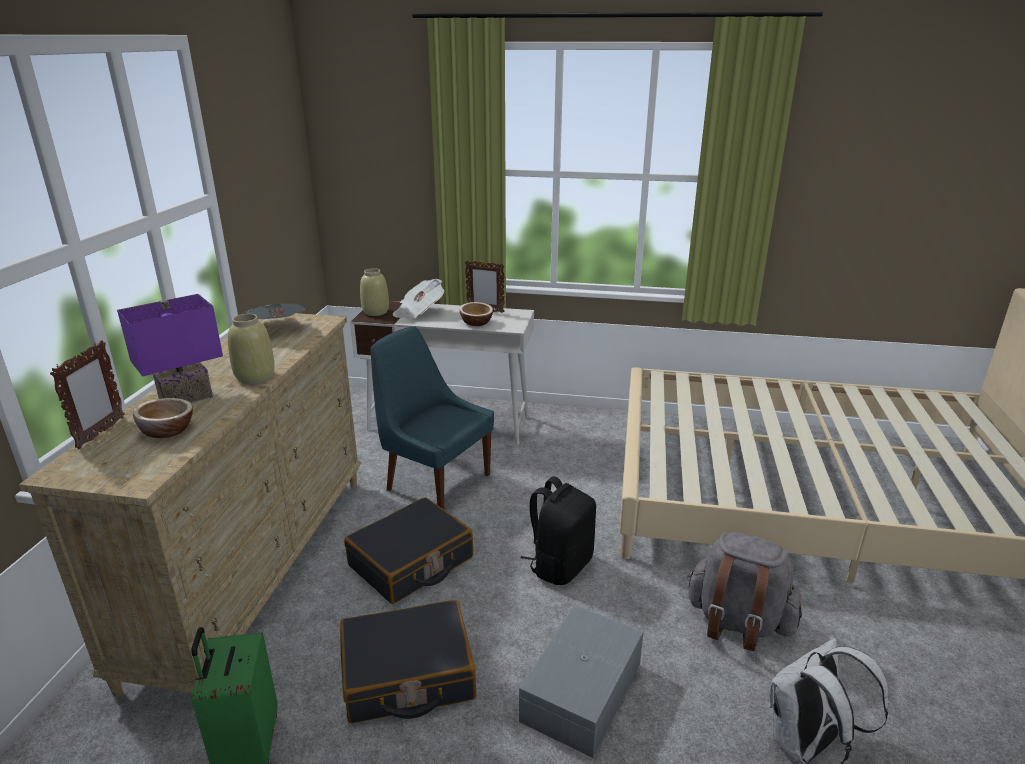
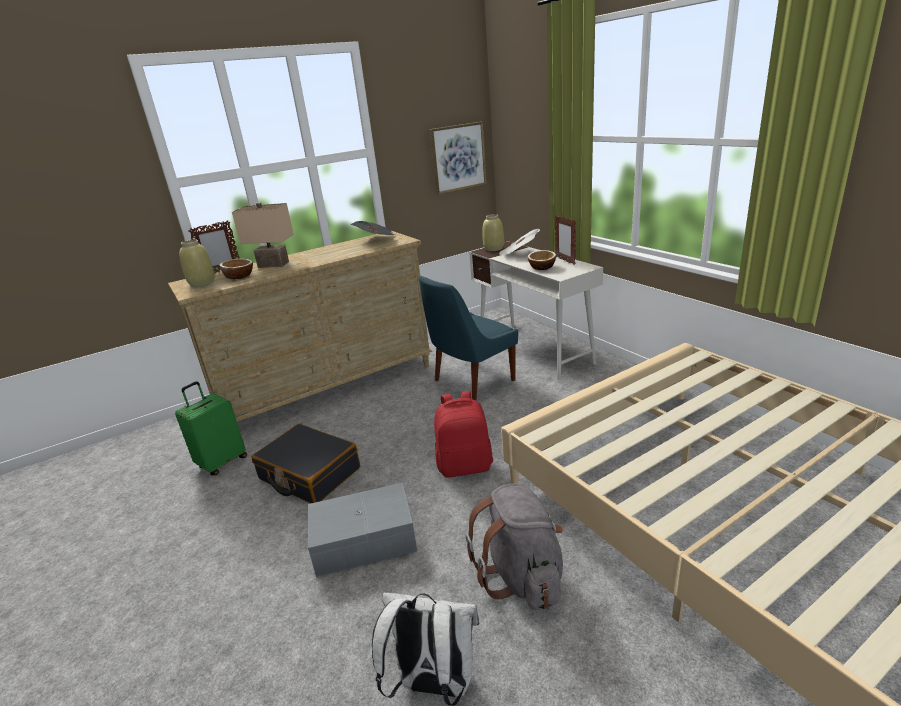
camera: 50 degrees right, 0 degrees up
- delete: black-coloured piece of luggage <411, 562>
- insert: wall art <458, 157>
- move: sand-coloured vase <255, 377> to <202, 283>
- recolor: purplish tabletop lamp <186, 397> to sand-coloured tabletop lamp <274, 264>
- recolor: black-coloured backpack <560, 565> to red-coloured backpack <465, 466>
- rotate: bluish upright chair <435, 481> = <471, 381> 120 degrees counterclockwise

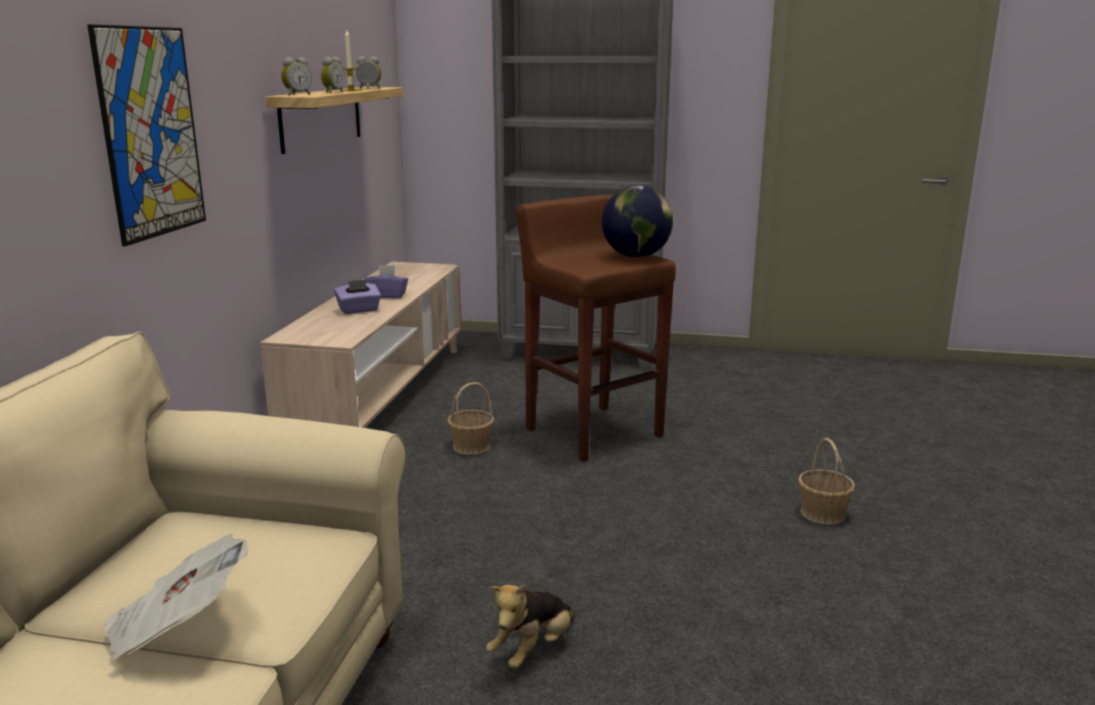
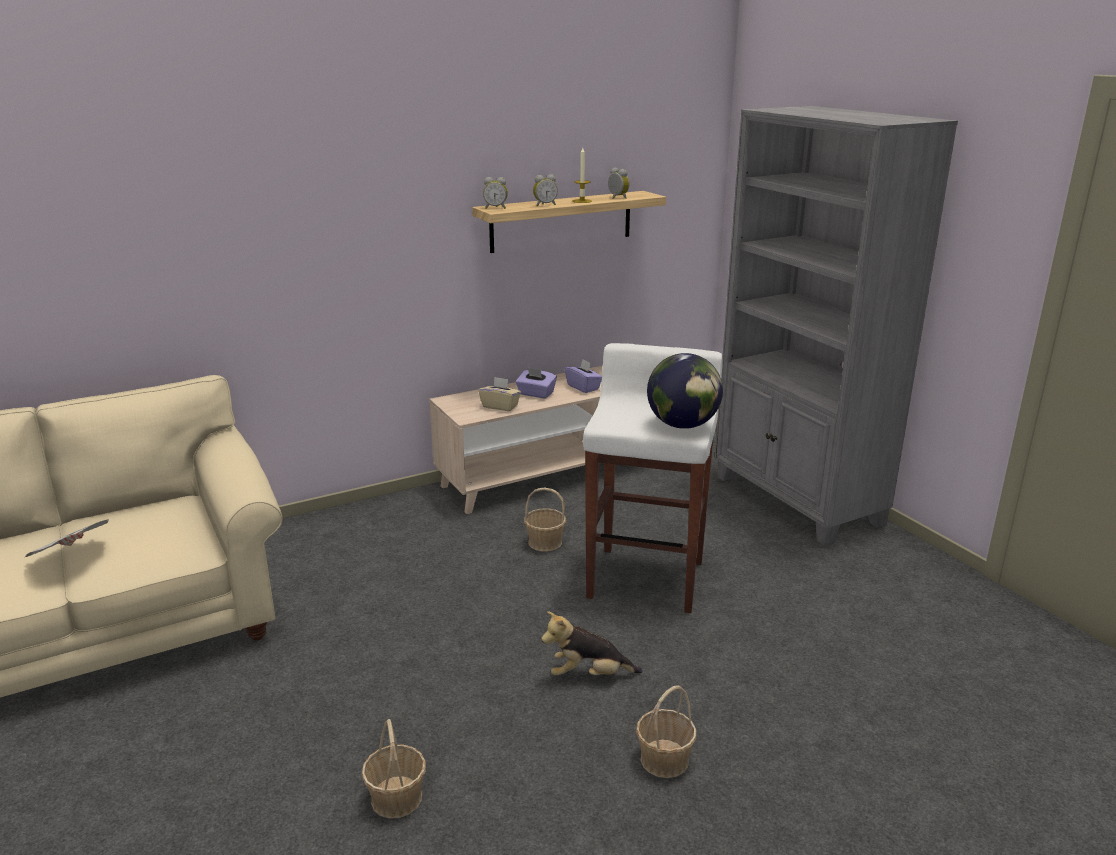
camera: 50 degrees right, 5 degrees up
- delete: wall art <151, 133>
- insert: household basket <397, 798>
- insert: sand-coloured box of tissues <500, 406>
- move: soft toy <533, 649> to <588, 675>
- recolor: brown-coloured sitting stool <592, 432> to white-coloured sitting stool <646, 578>

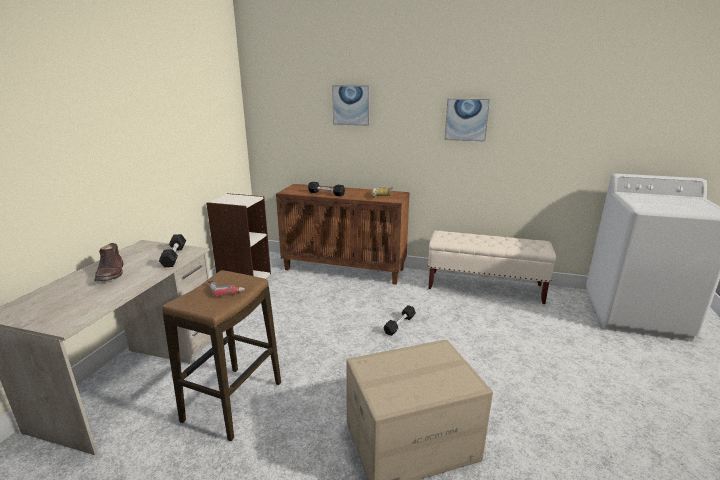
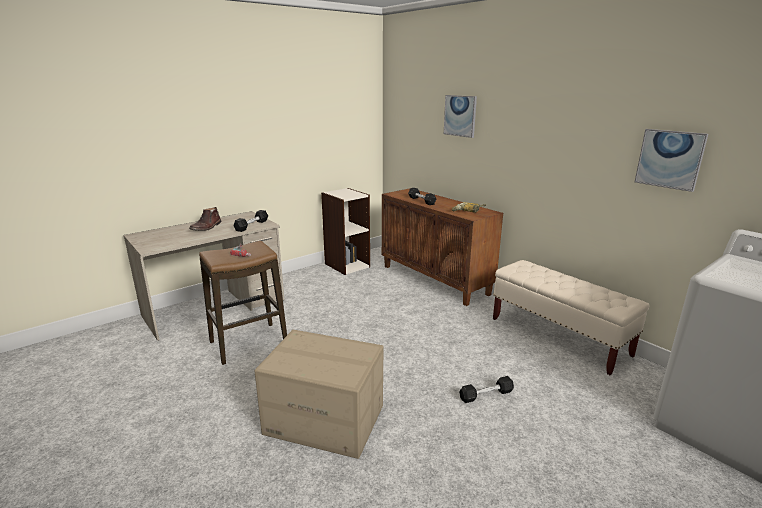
camera: 35 degrees right, 0 degrees up
- move: black-coloured hand weight <399, 325> to <486, 395>
- move: wall art <466, 119> to <669, 159>

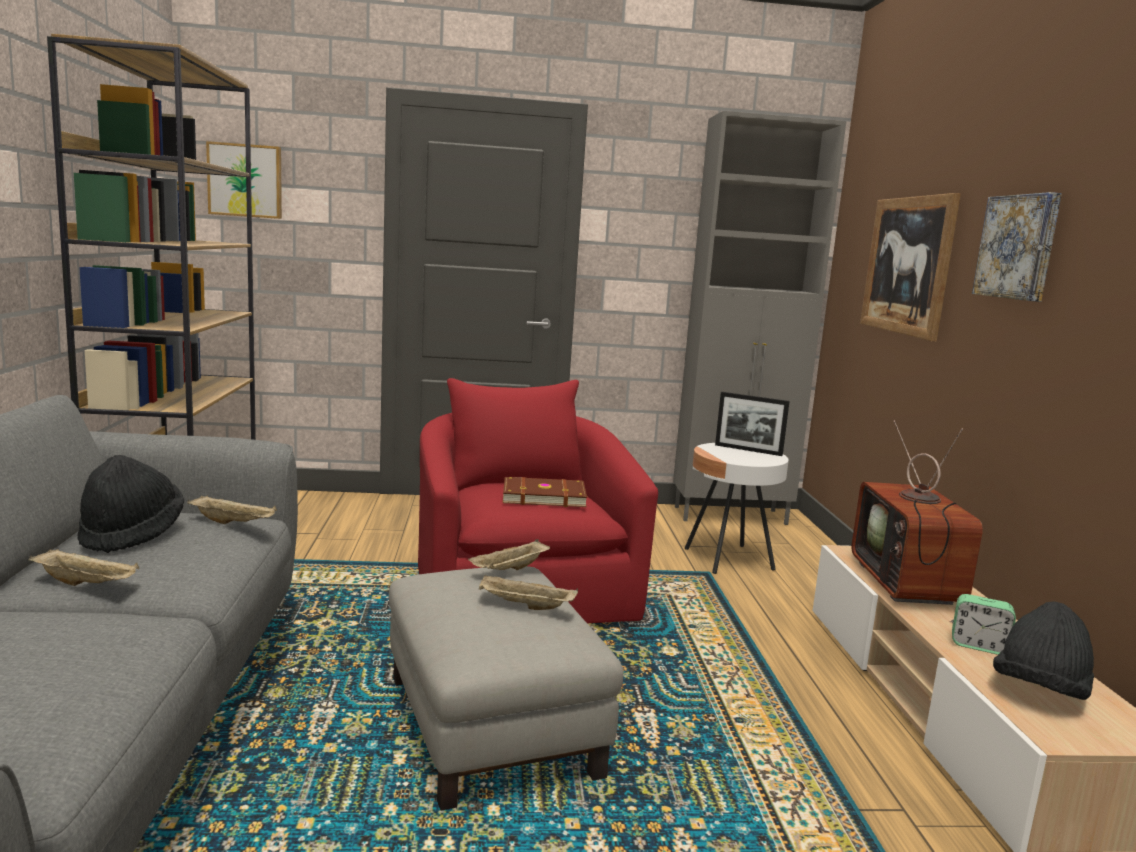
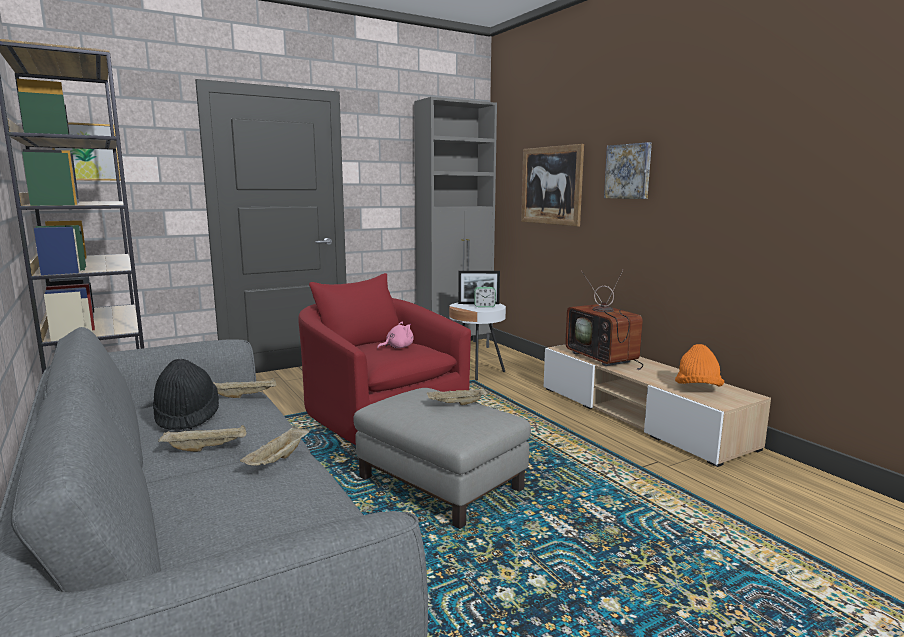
camera: 25 degrees left, 0 degrees up
- move: sand-coloured serving tray <509, 570> to <278, 460>
- move: table clock <978, 646> to <484, 306>
- replace: brown-coloured volume <543, 496> to pink-coloured soft toy <397, 347>
- recolor: black-coloured wearable hat <1039, 691> to orange wearable hat <697, 388>

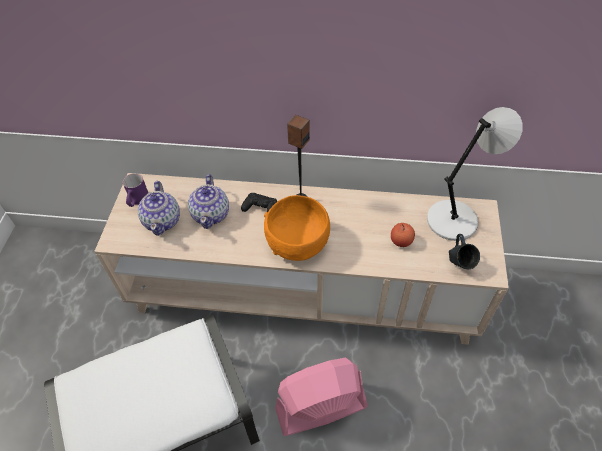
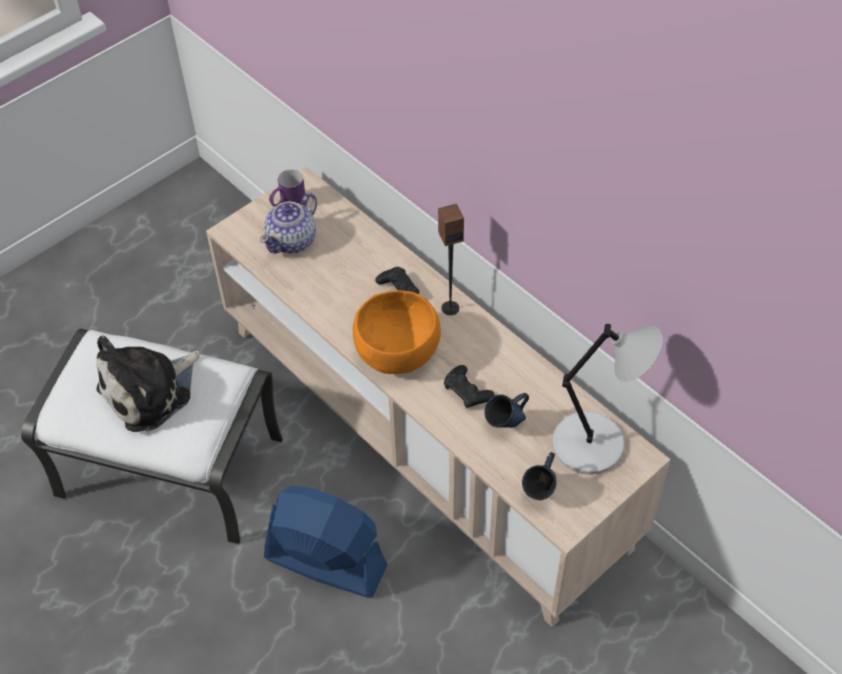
camera: 40 degrees right, 0 degrees up
- delete: pot for tea <211, 214>
- insert: soft toy <150, 391>
- insert: black-coloured gamepad <467, 391>
- replace: apple fruit <401, 241> to bluish coffee mug <506, 425>
- recolor: pink-coloured cooling fan <320, 408> to bluish cooling fan <325, 562>

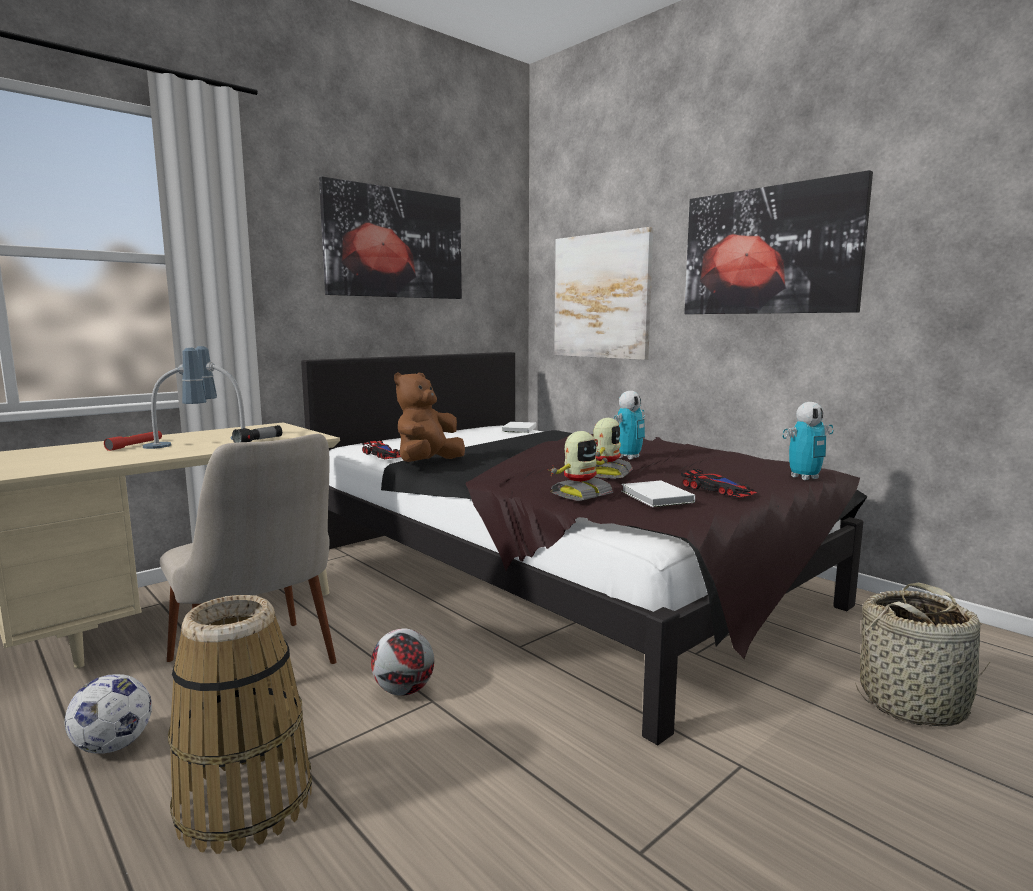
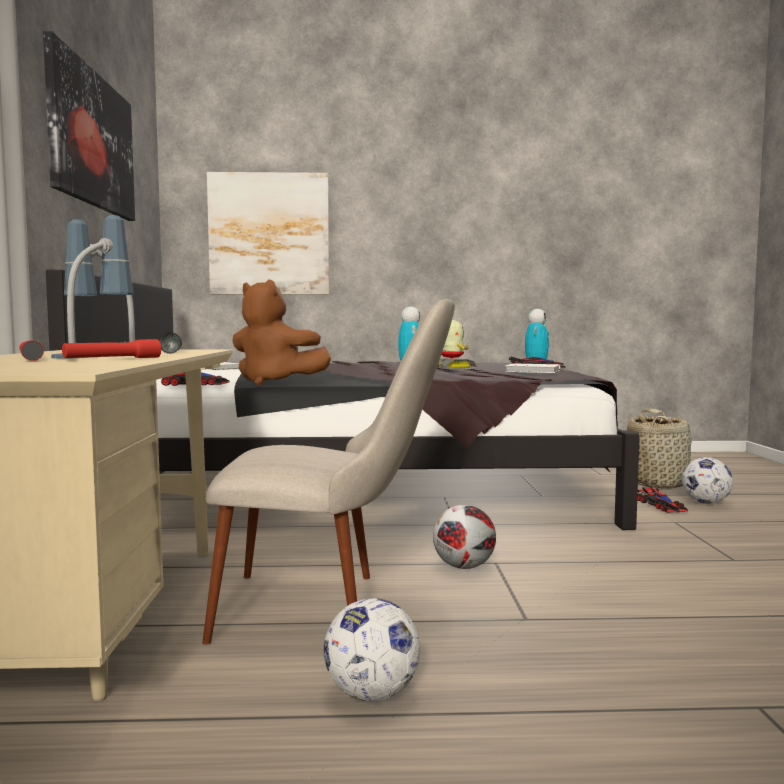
camera: 50 degrees left, 5 degrees down
- delete: household basket <244, 802>
- delete: model robot <580, 494>
- delete: wall art <769, 251>
- insert: red-coloured torch <113, 359>
- insert: miniature car <661, 506>
- insert: ball for football <705, 502>
- rotate: brown-coloured soft toy <427, 463> = <275, 383> 45 degrees counterclockwise

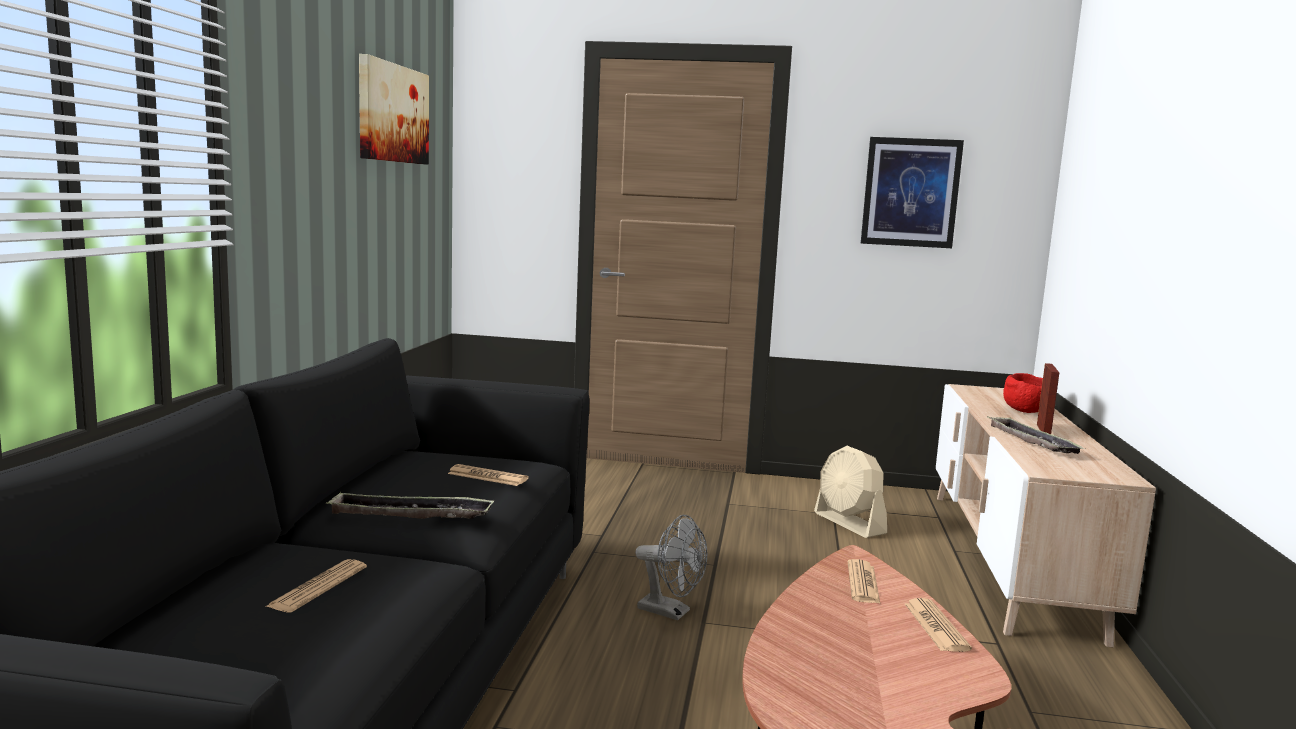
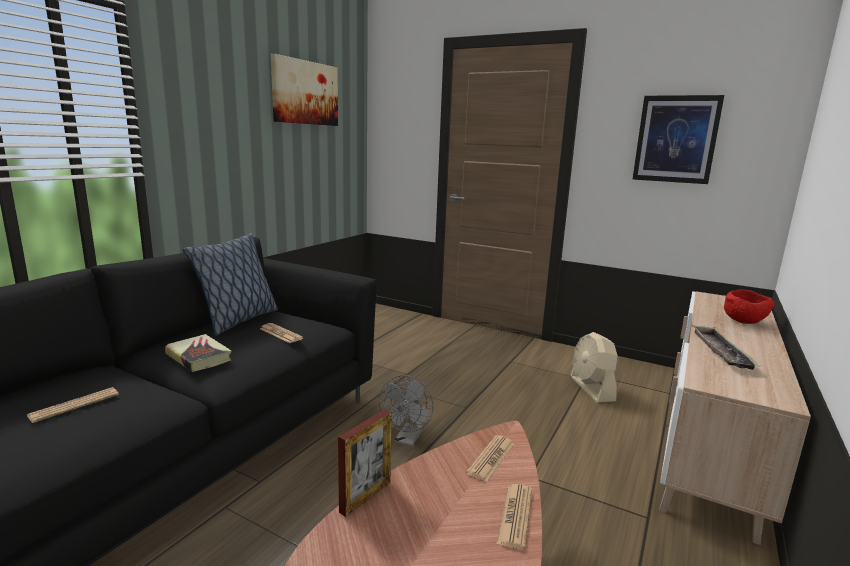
camera: 20 degrees right, 5 degrees up
- insert: cushion <238, 321>
- move: standing frame <1043, 430> to <365, 496>
- replace: serving tray <411, 515> to volume <199, 357>
- rotate: grey cooling fan <671, 612> = <407, 440> 60 degrees clockwise

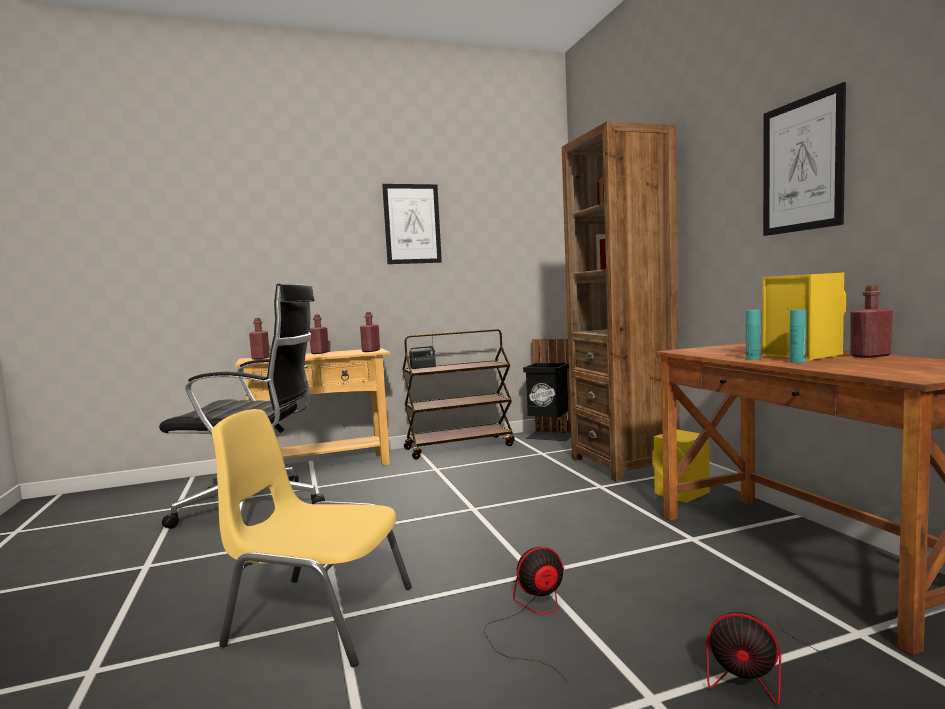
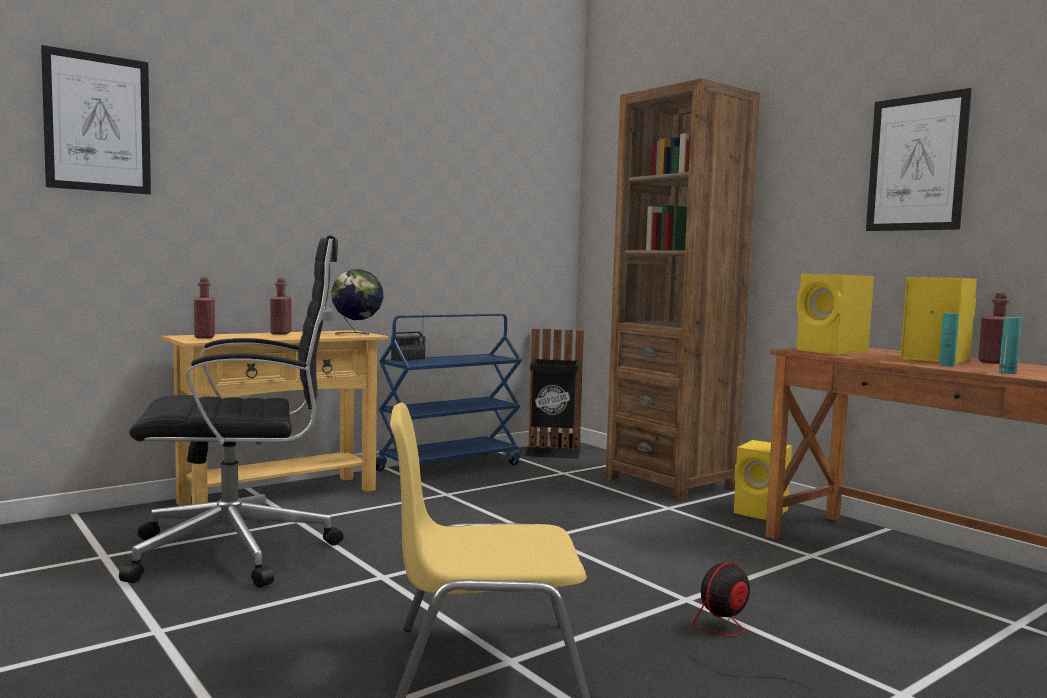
camera: 20 degrees left, 0 degrees up
- delete: cooling fan <767, 677>
- insert: yellow audio speaker <833, 352>
- move: wall art <412, 224> to <98, 123>
- move: blue-green bottle <753, 358> to <1007, 373>
- replace: red-coloured bottle <371, 351> to world globe <357, 334>
- recolor: brown-coloured trolley <459, 447> to bluish trolley <449, 467>

